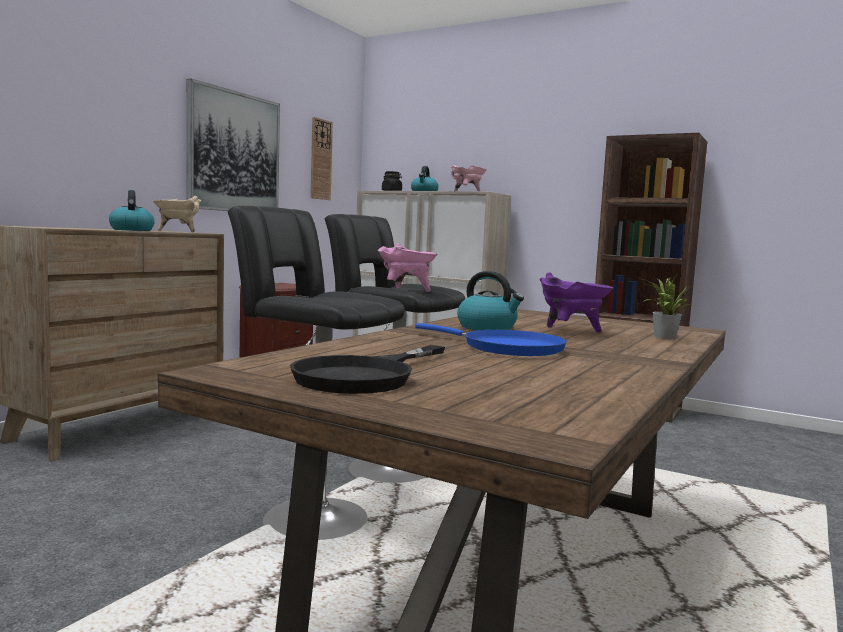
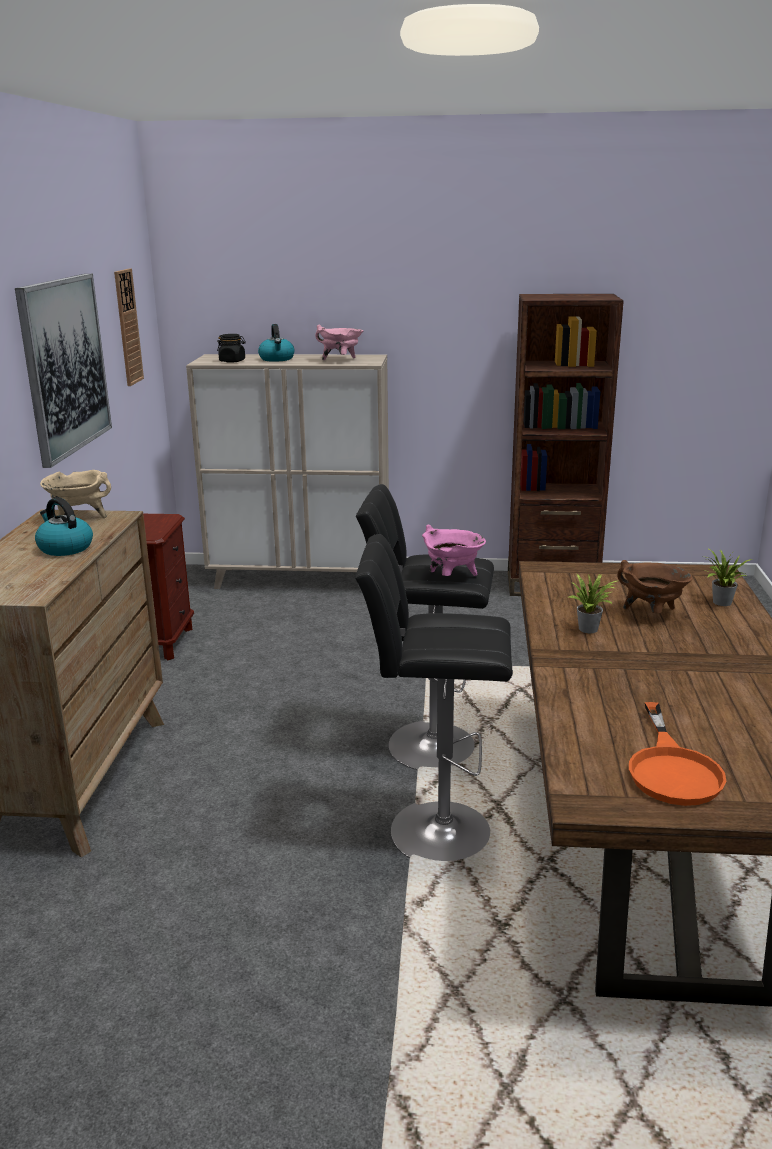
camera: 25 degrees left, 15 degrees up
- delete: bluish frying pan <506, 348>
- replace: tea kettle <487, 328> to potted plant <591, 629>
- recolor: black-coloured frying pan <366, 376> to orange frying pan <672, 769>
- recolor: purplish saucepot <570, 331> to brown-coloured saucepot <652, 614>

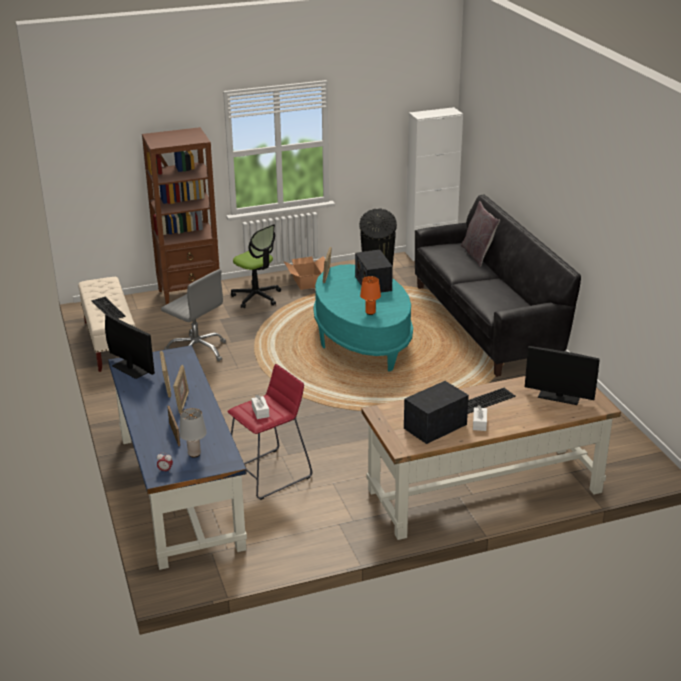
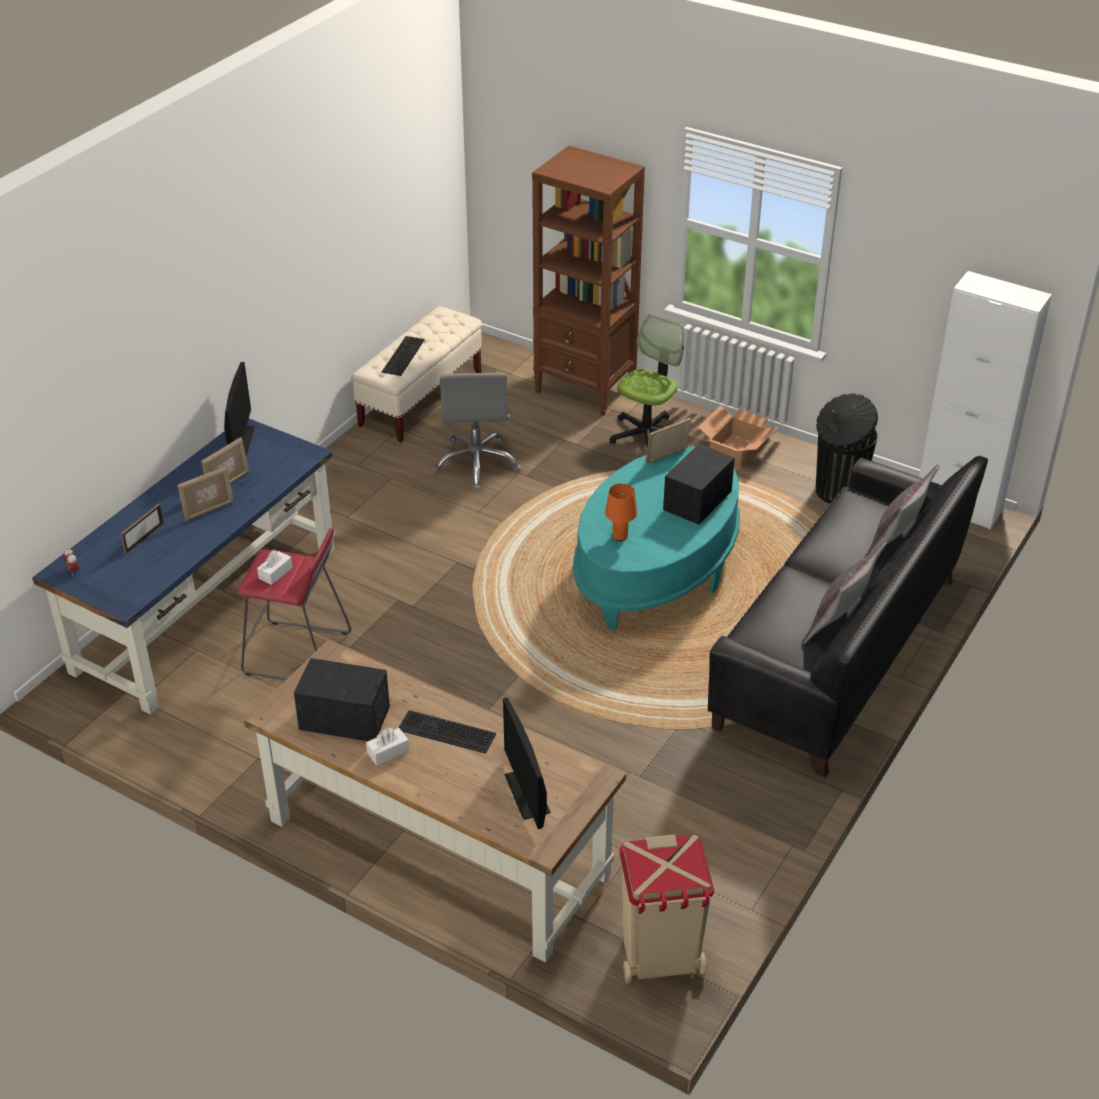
camera: 50 degrees right, 10 degrees up
- delete: grey tabletop lamp <194, 454>
- insert: sand-coloured trash can <661, 957>
- insert: grey cushion <839, 625>
- rotate: computer chair <256, 297> = <647, 436> 150 degrees counterclockwise

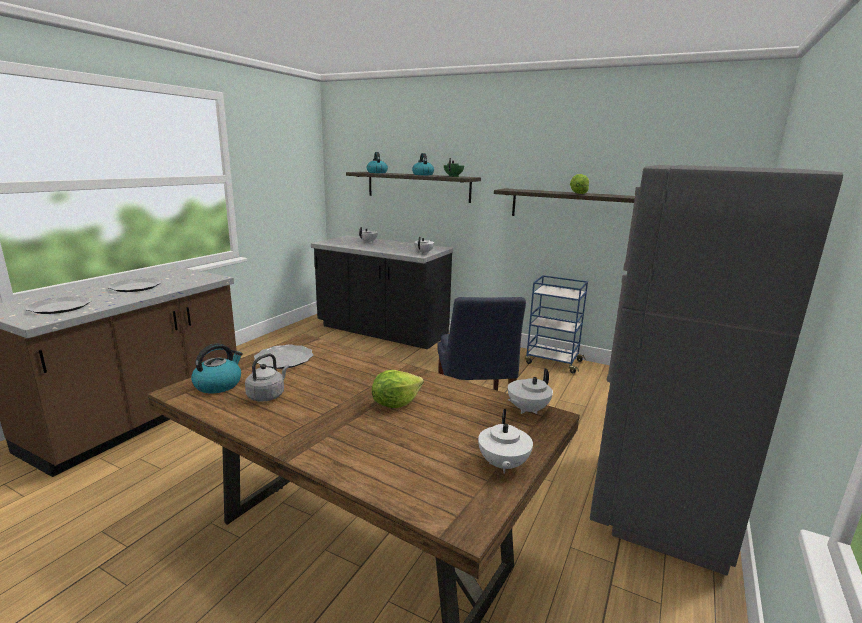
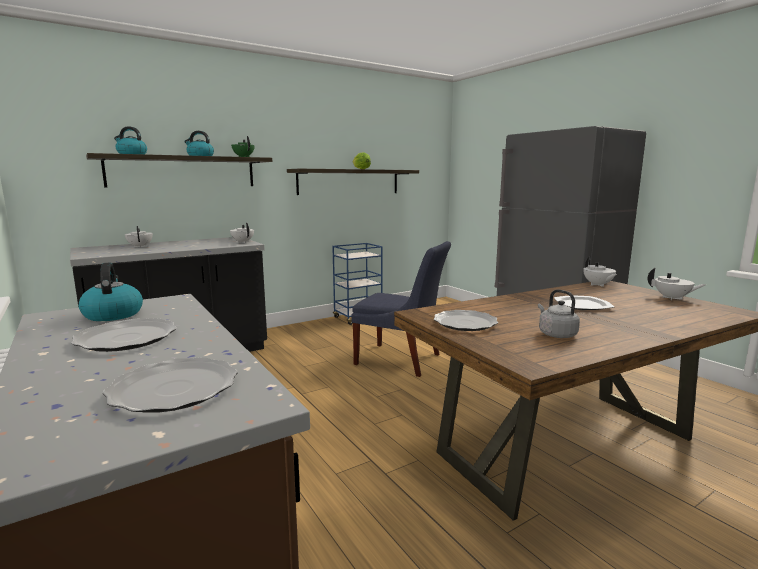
camera: 60 degrees left, 5 degrees down
- move: tea kettle <218, 384> to <113, 314>
- replace: lettuce <395, 403> to dinner plate <582, 305>

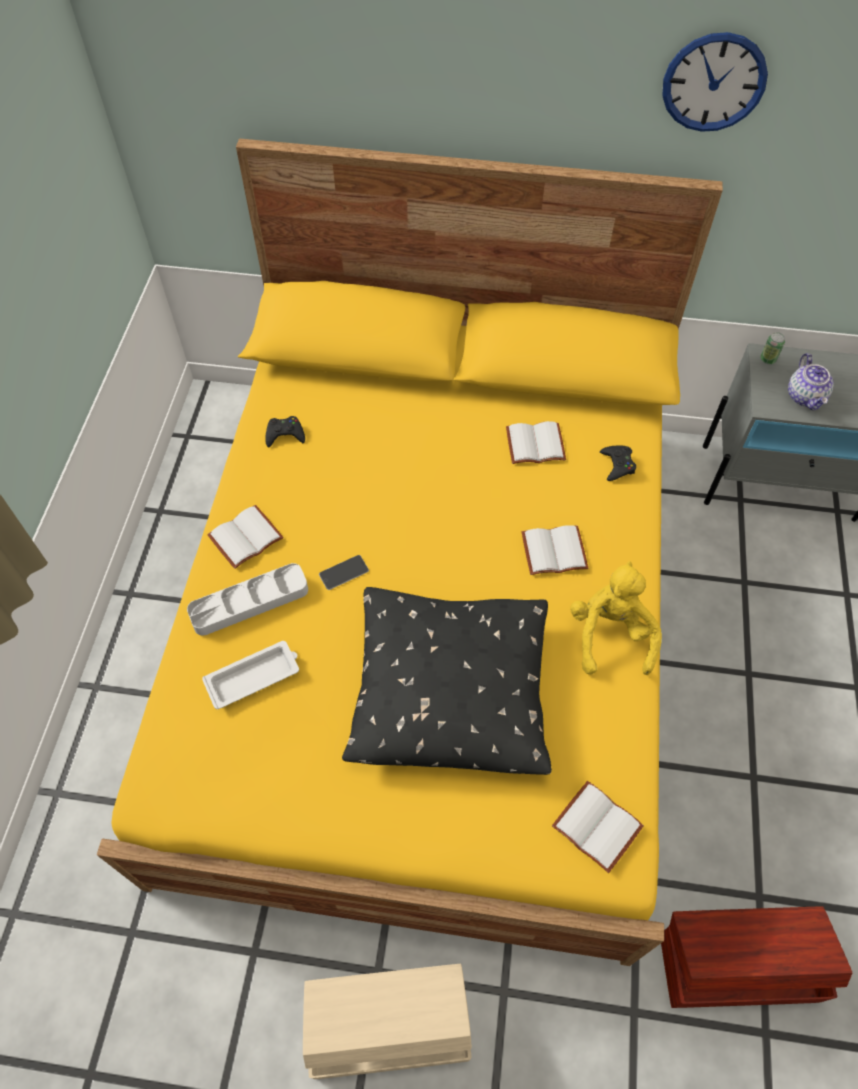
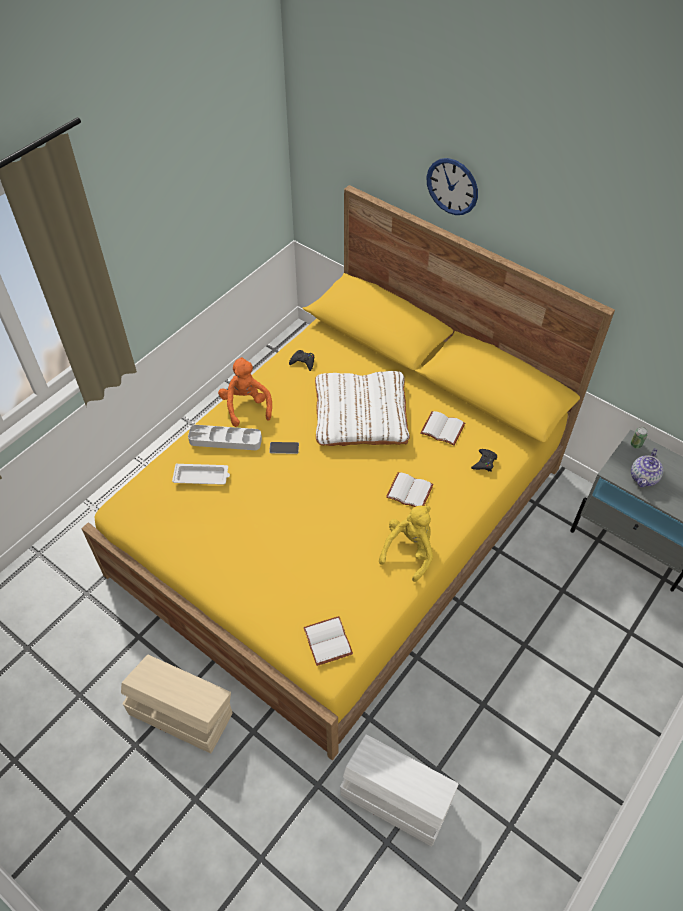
camera: 30 degrees right, 5 degrees down
- delete: black-coloured cushion <449, 688>
- insert: white-coloured cushion <361, 414>
- move: wall clock <714, 83> to <452, 186>
- replace: white-coloured volume <245, 536> to orange soft toy <246, 406>
- recolor: brown-coloured storage box <735, 964> to white-coloured storage box <395, 796>

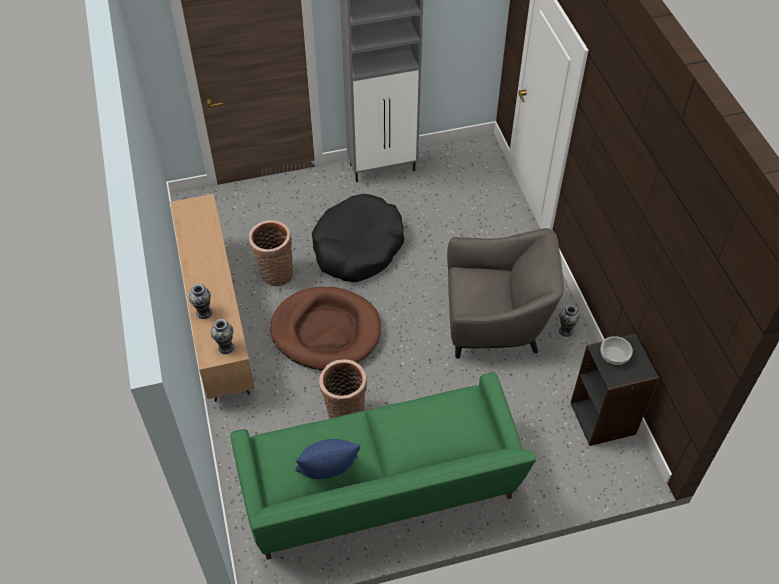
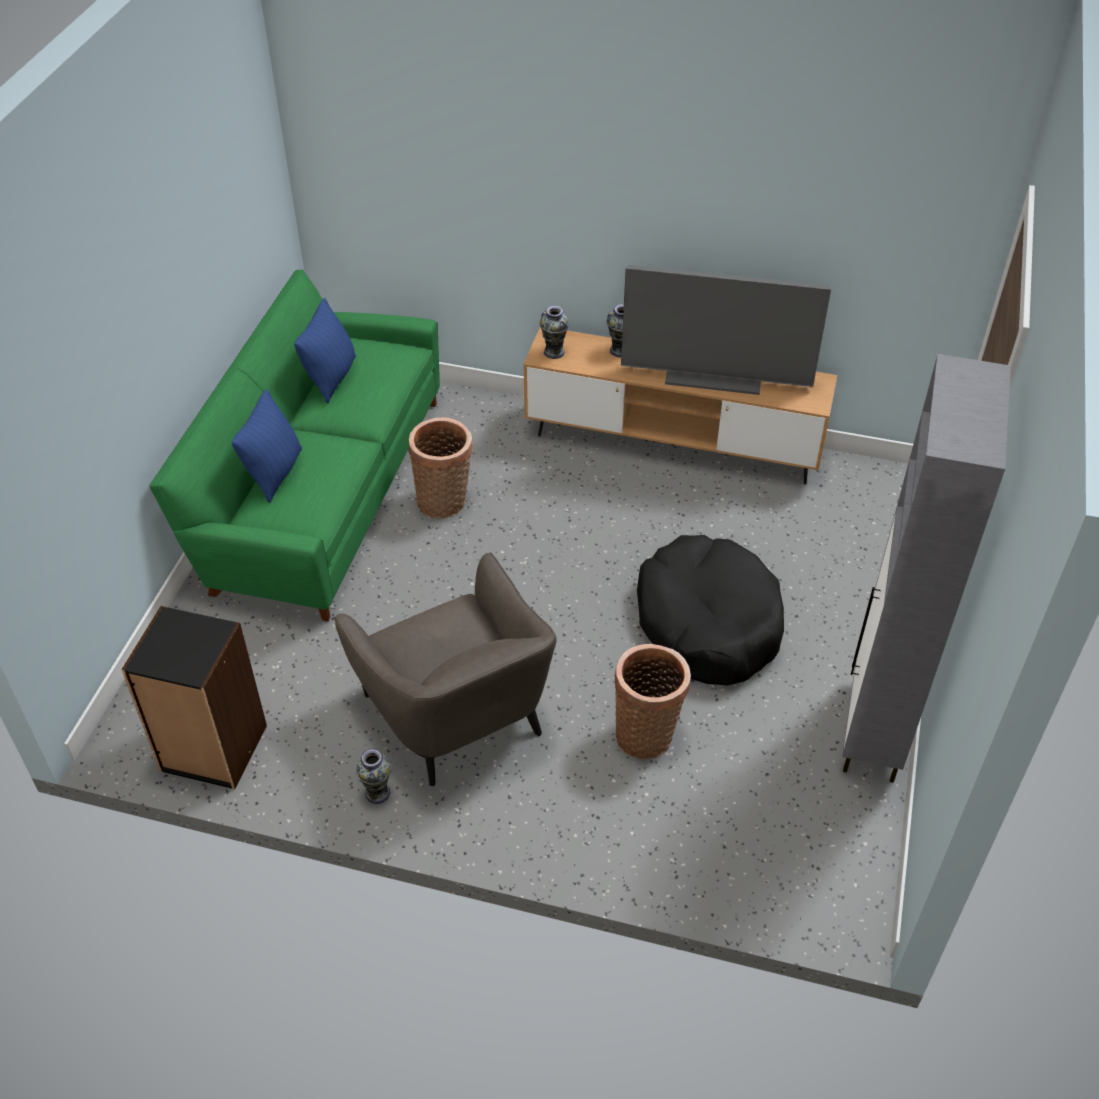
camera: 120 degrees right, 5 degrees down
- delete: brown-coloured pet bed <326, 331>
- delete: bowl <614, 355>
- insert: bluish cushion <275, 473>
- insert: television <715, 375>
- move: household basket <275, 273> to <647, 733>
- rotate: grey easy chair <495, 323> = <456, 713> 60 degrees counterclockwise

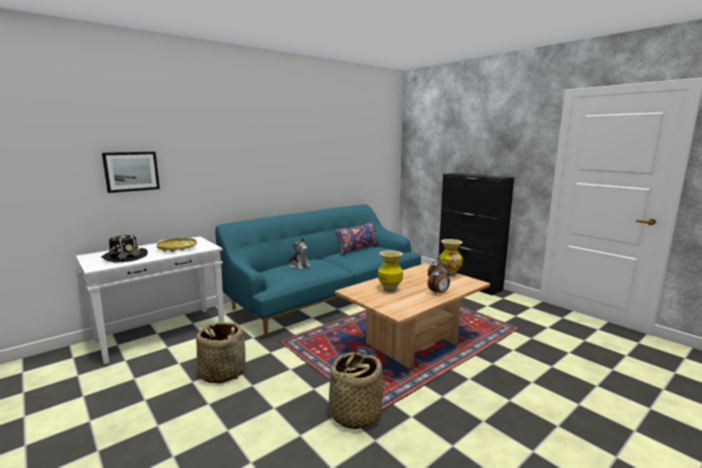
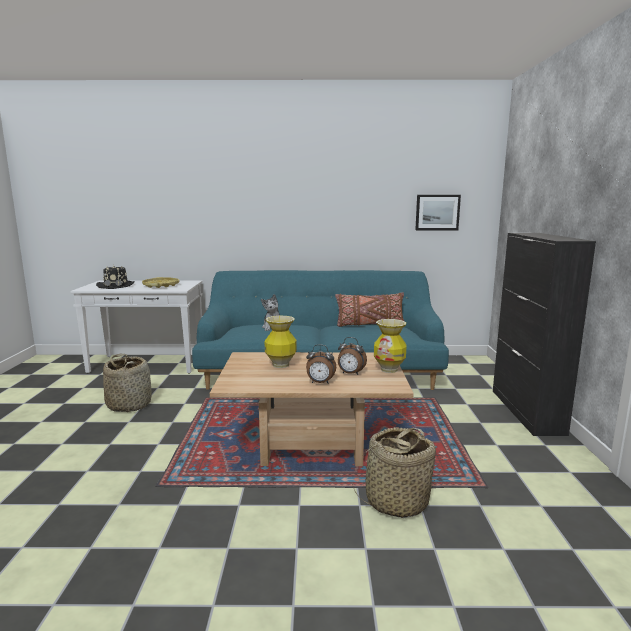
camera: 40 degrees right, 0 degrees up
- move: wall art <131, 171> to <437, 212>
- move: household basket <355, 414> to <396, 501>
- recolor: bluish cushion <357, 249> to brown-coloured cushion <370, 325>

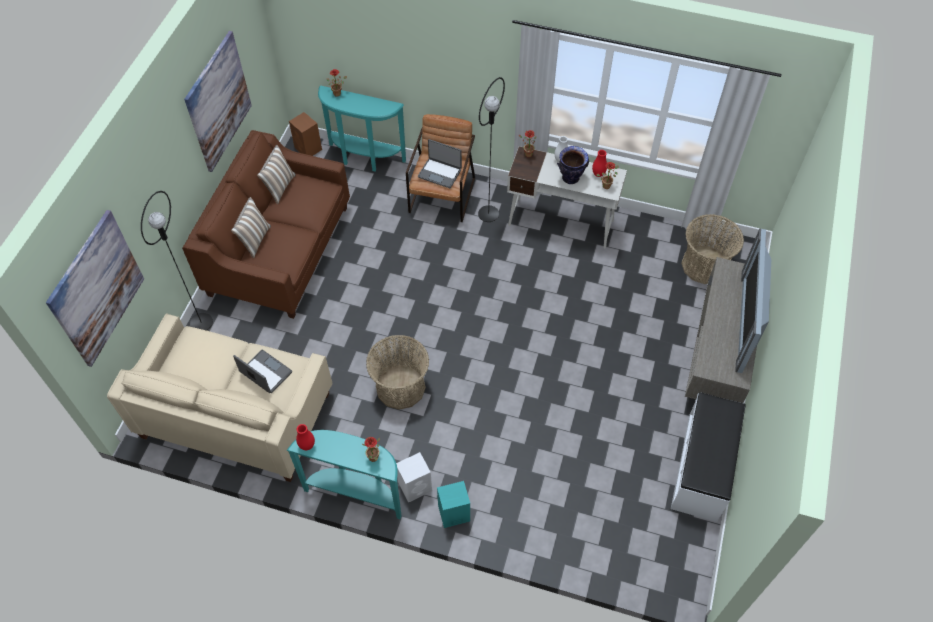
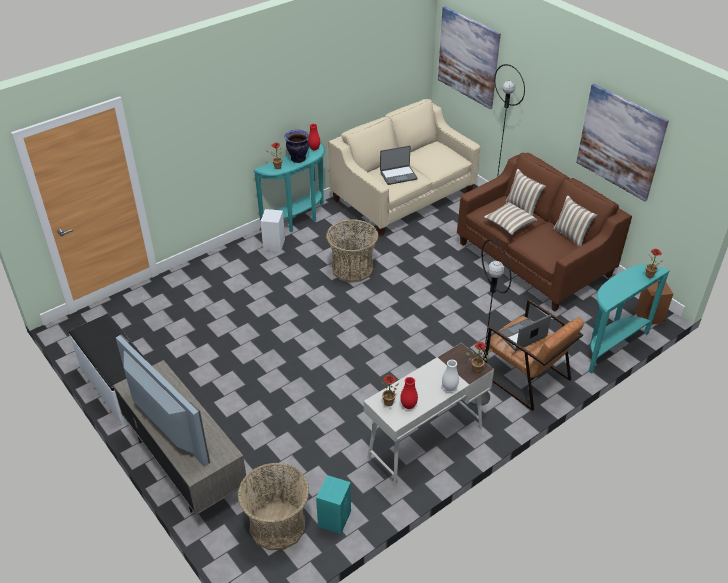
camera: 125 degrees right, 15 degrees down
- insert: cushion <509, 225>
- move: blue-green audio speaker <453, 513> to <335, 518>
- move: vase <570, 178> to <298, 159>

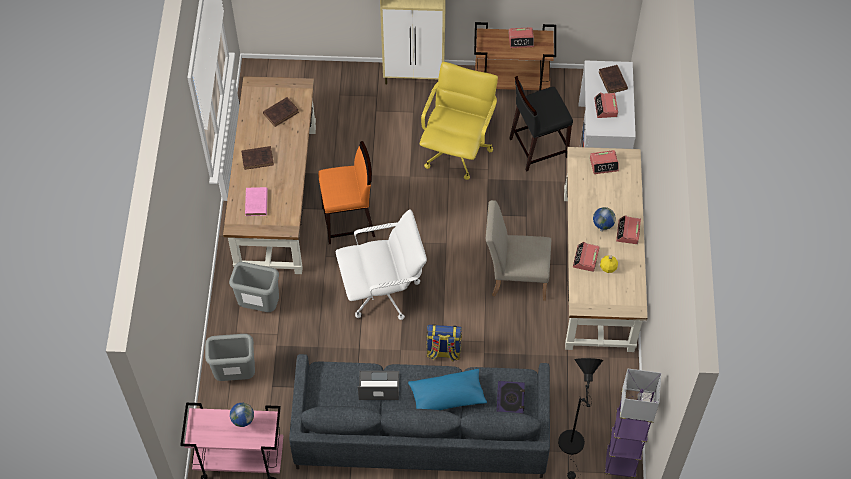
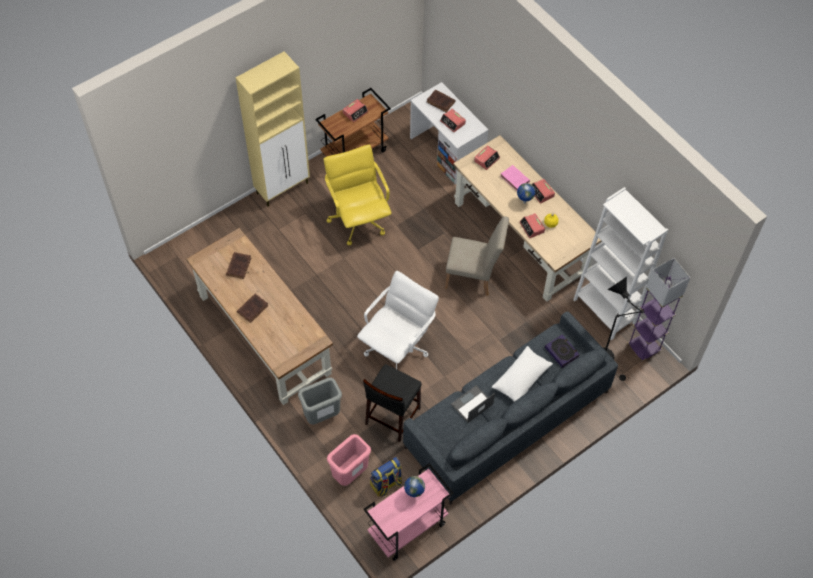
camera: 40 degrees left, 0 degrees up
- delete: orange sitting stool <349, 222>
- insert: white-coloured bookshelf <604, 311>
- move: pink-coloured volume <256, 203> to <515, 179>
- move: backpack <443, 351> to <386, 484>
- move: black-coloured sitting stool <537, 147> to <392, 416>
- recolor: grey trash can <236, 374> to pink-coloured trash can <350, 473>
- recolor: bluish cushion <447, 397> to white-coloured cushion <521, 379>
- rotate: sand-coloured upright chair <514, 278> = <473, 278> 135 degrees counterclockwise

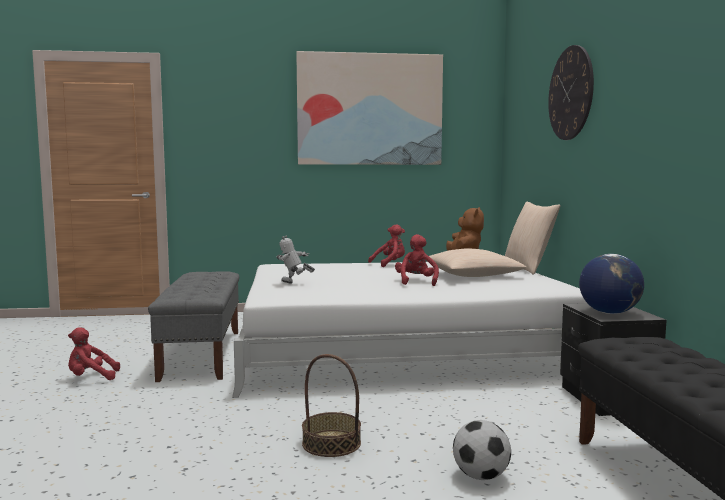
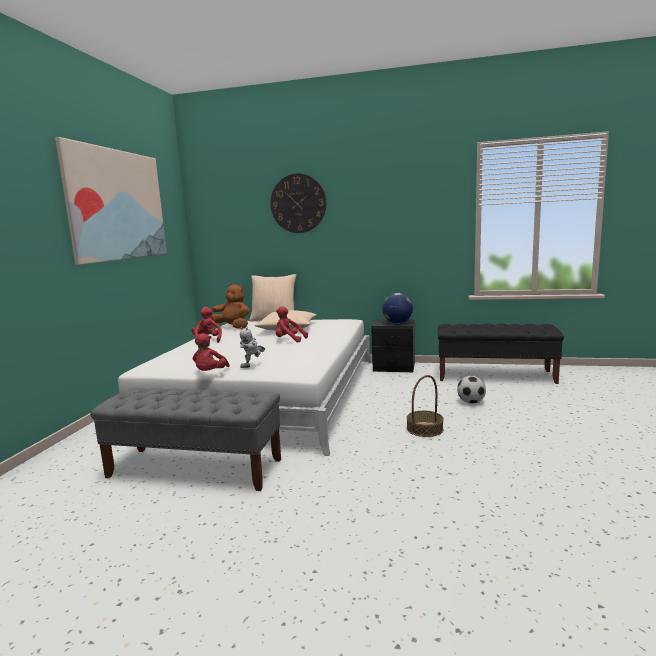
camera: 70 degrees left, 5 degrees up
- move: red-coloured soft toy <91, 378> to <210, 374>

